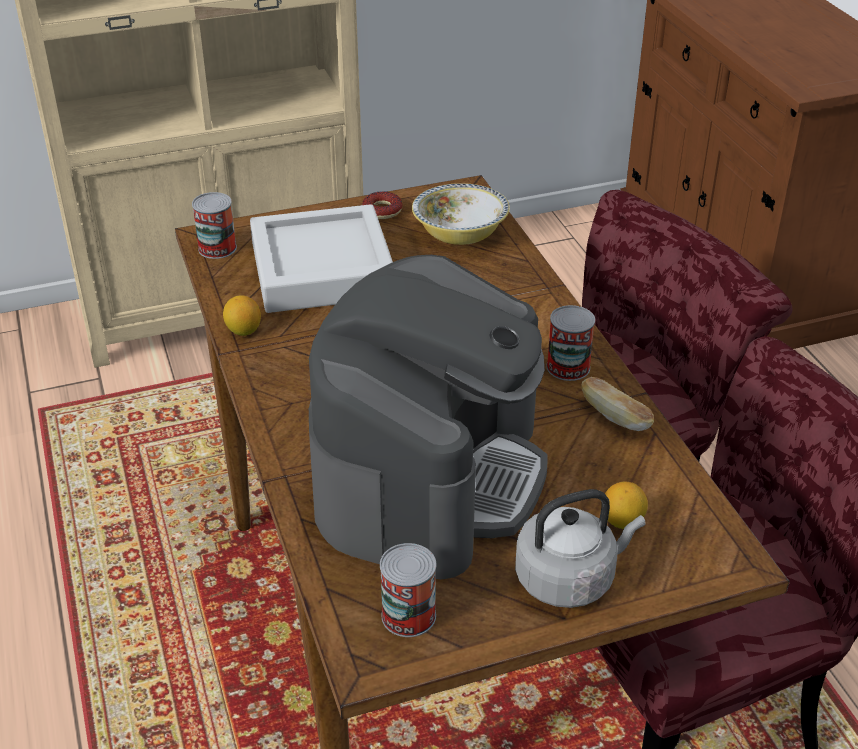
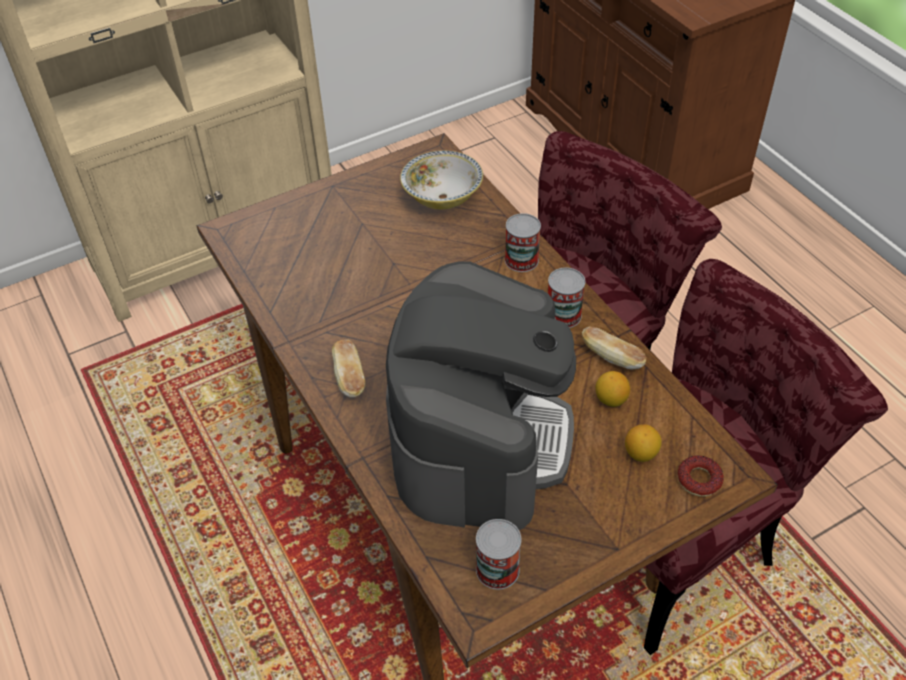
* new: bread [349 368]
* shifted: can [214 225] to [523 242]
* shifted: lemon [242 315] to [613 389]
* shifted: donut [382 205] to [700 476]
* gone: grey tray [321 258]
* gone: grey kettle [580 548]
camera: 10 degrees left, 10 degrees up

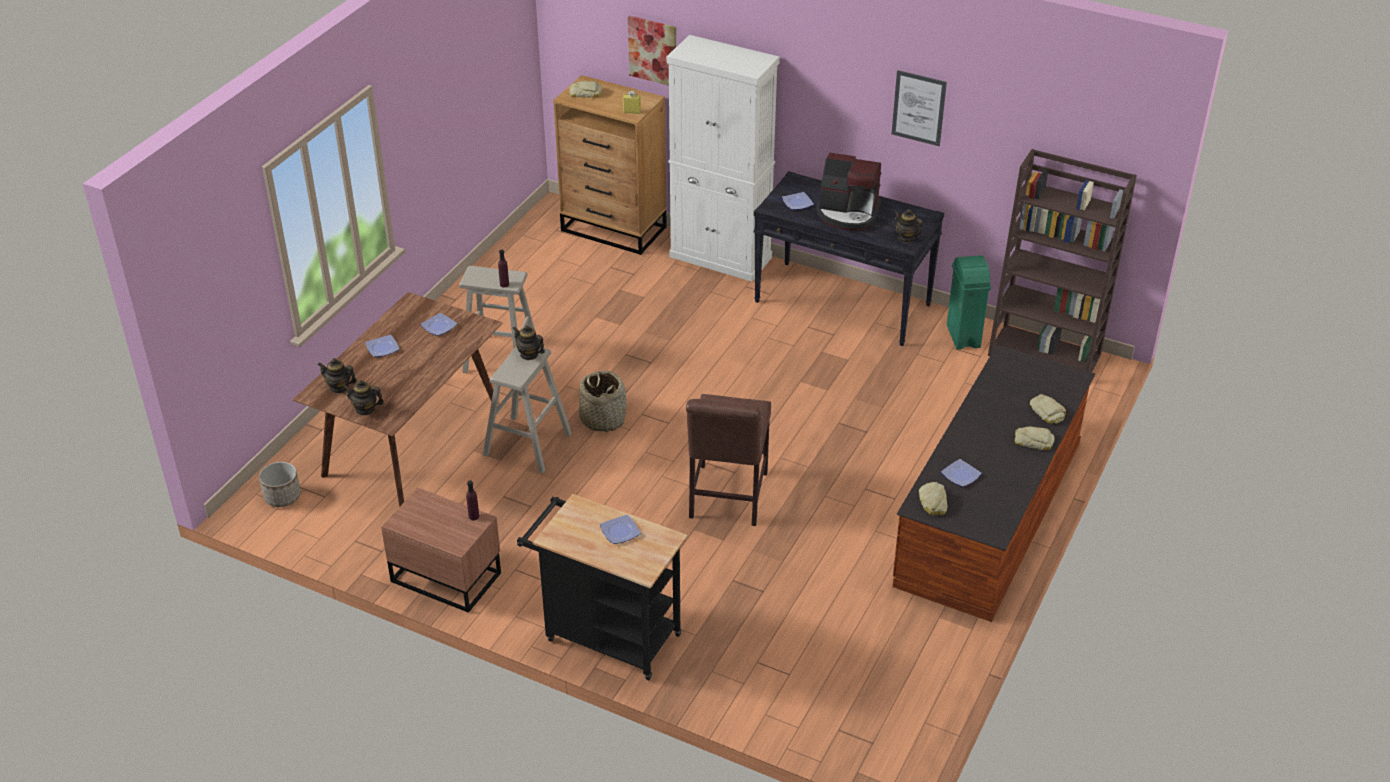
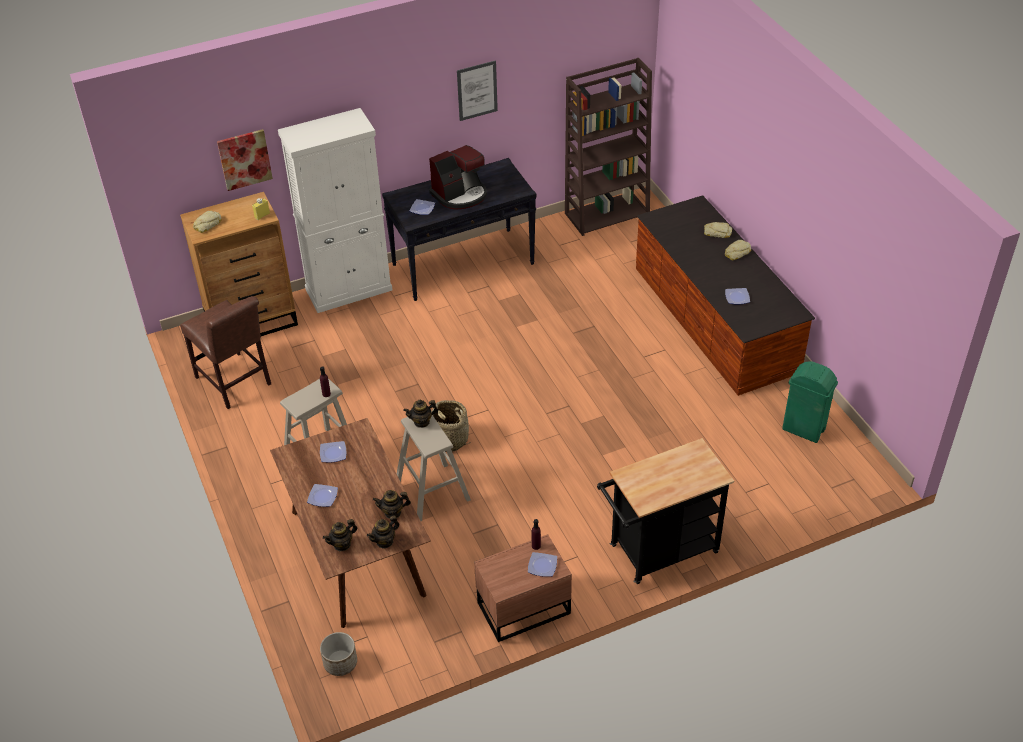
* shifted: brown chair [728 460] to [225 352]
* shifted: teapot [908 226] to [392 504]
* shifted: plate [620 529] to [542 564]
* shifted: green trash can [969 302] to [810 402]
* gone: bread [933 498]
camera: 50 degrees left, 5 degrees up

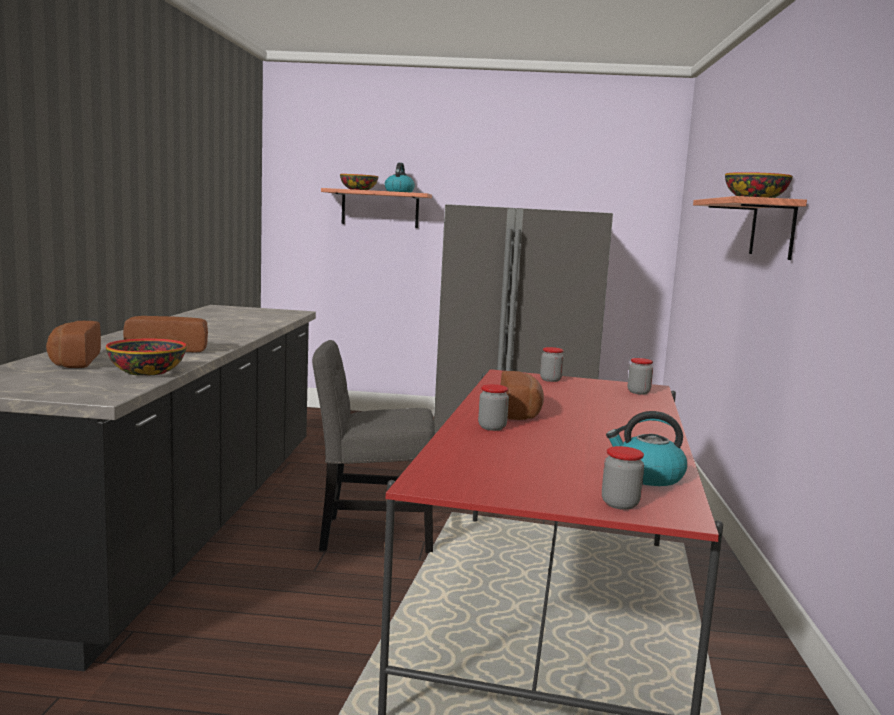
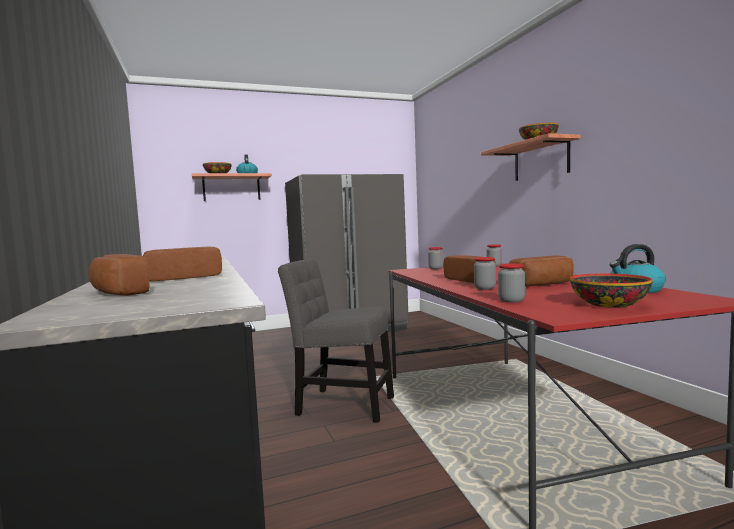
* rotated: grey chair [373 446] = [336 341] 45 degrees clockwise
* shifted: jar [623 478] to [511 283]
* new: bread [541 271]
* shifted: bowl [146 357] to [611 290]
camera: 25 degrees left, 5 degrees down

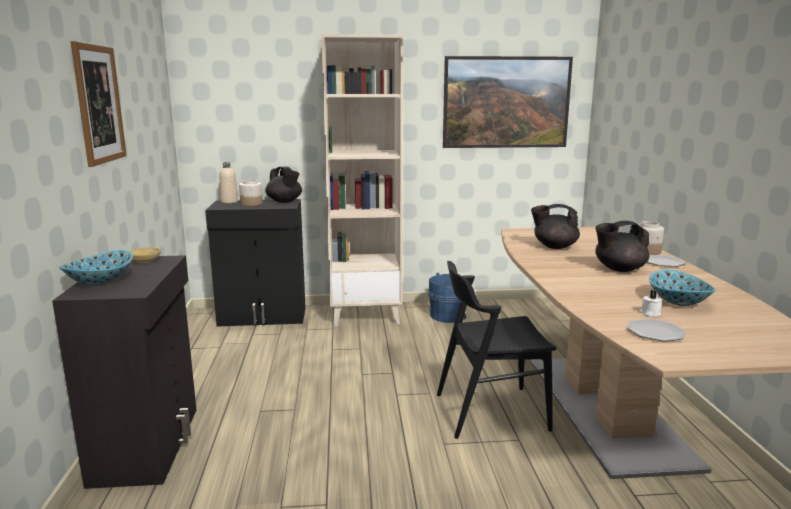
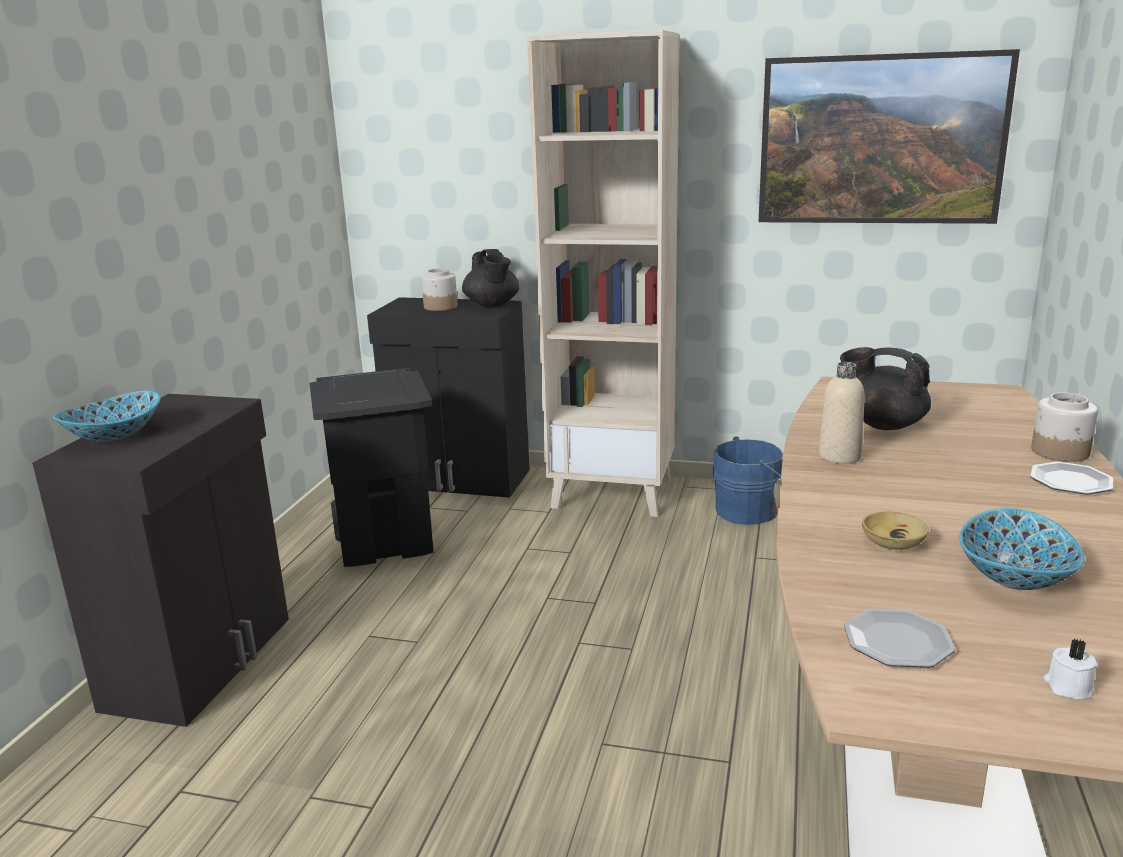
* new: black trash can [372 467]
* shifted: beige bottle [228 183] to [841 413]
* shifted: beige bowl [145 255] to [895 531]
* shifted: white candle [650 303] to [1071 668]
* gone: picture [99 104]
* gone: black chair [496 350]
* gone: black teapot [622 246]
camera: 20 degrees right, 5 degrees up

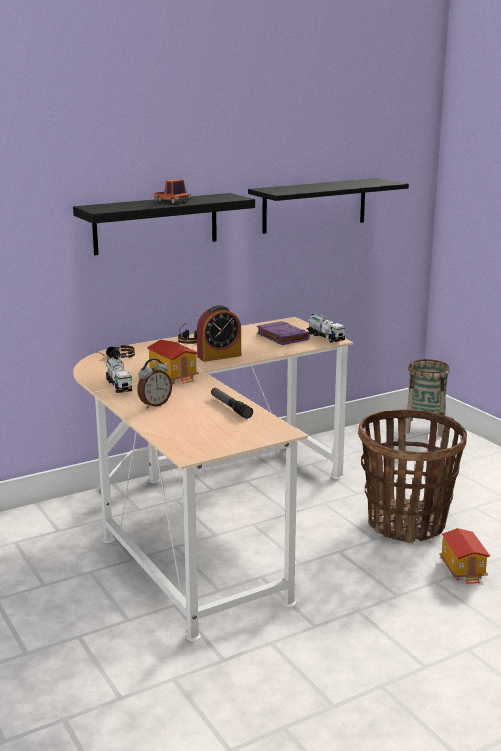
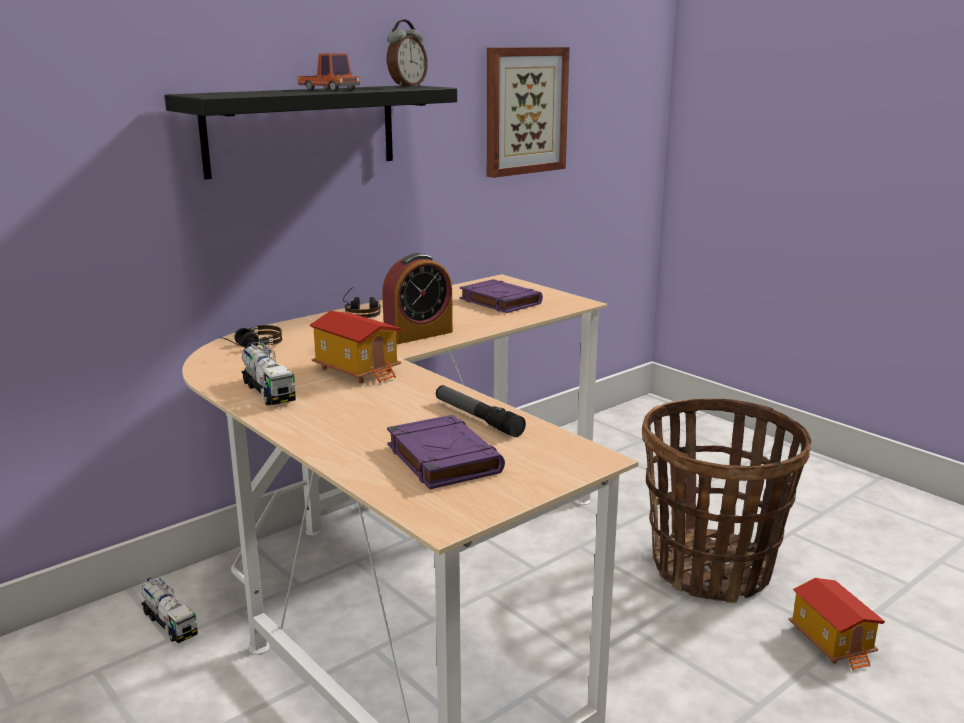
* shifted: toy truck [326 328] to [169 609]
* shifted: alarm clock [154 383] to [407 53]
* new: purple book [446 452]
* swapped: black shelf [328 206] to picture [528 112]
* gone: basket [427 398]
camera: 10 degrees left, 0 degrees up

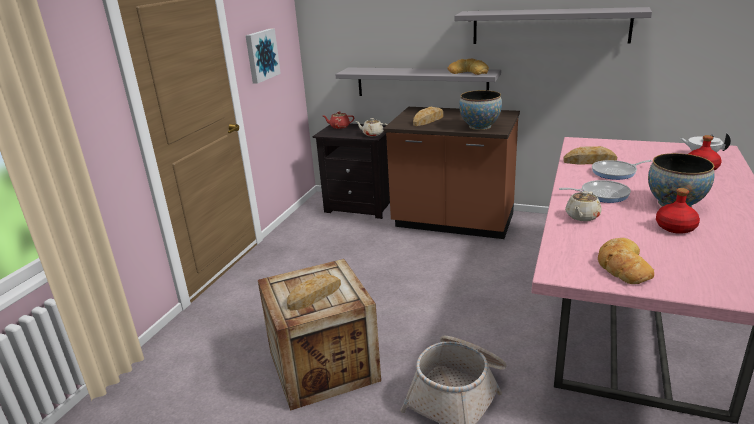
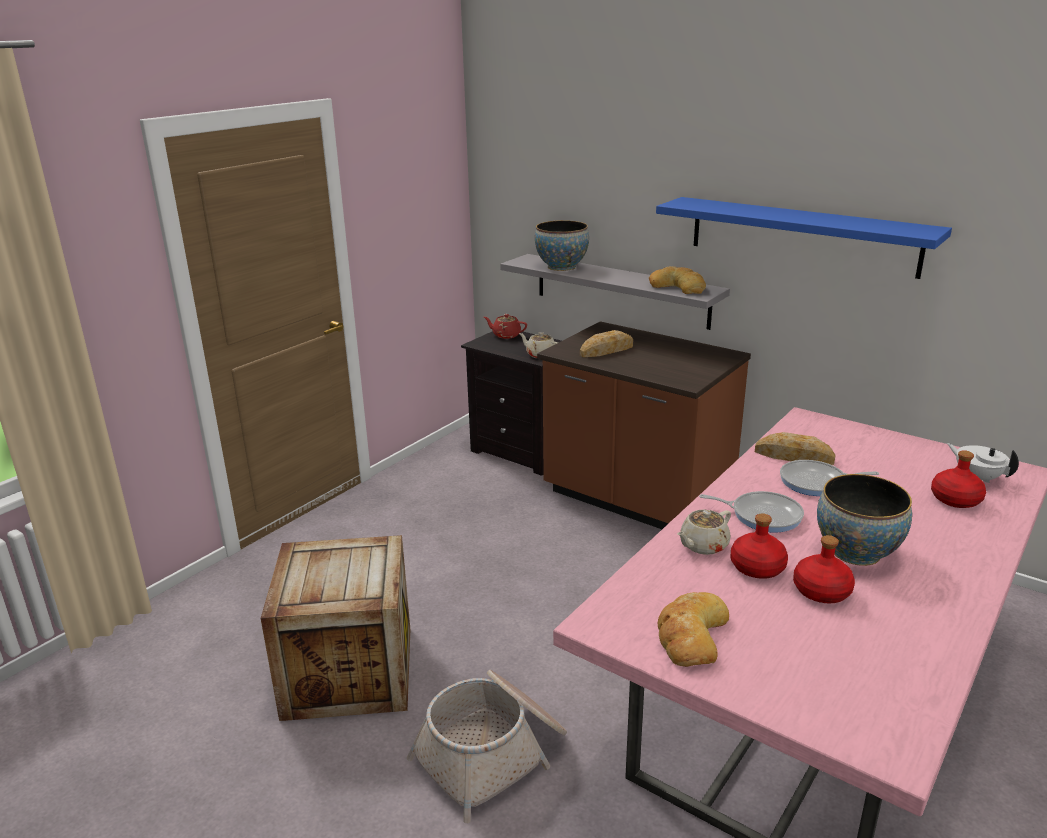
* shifted: bowl [480 110] to [562 245]
* repainted: grey shelf [553 25] to blue shelf [804 238]
* new: red bottle [759 546]
* gone: picture [263 56]
* gone: bread [314 292]
camera: 15 degrees right, 0 degrees up

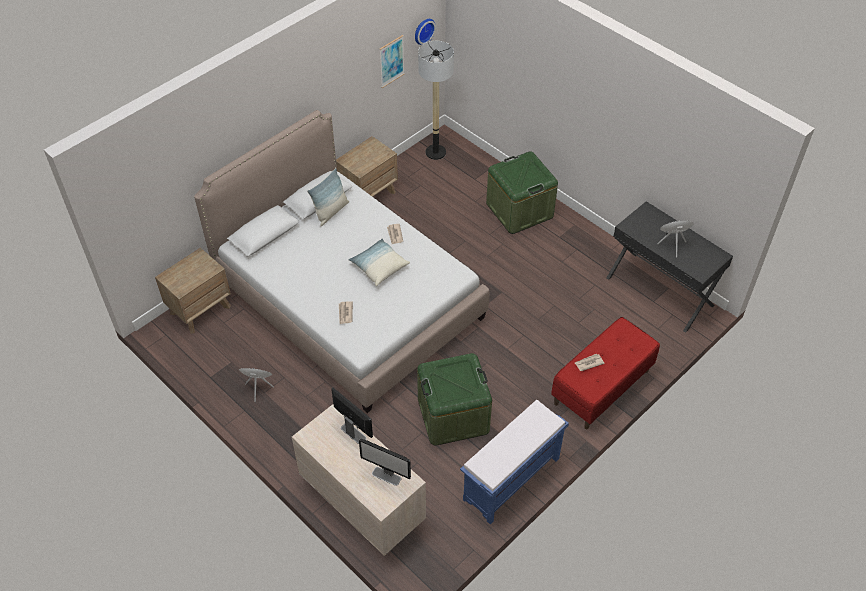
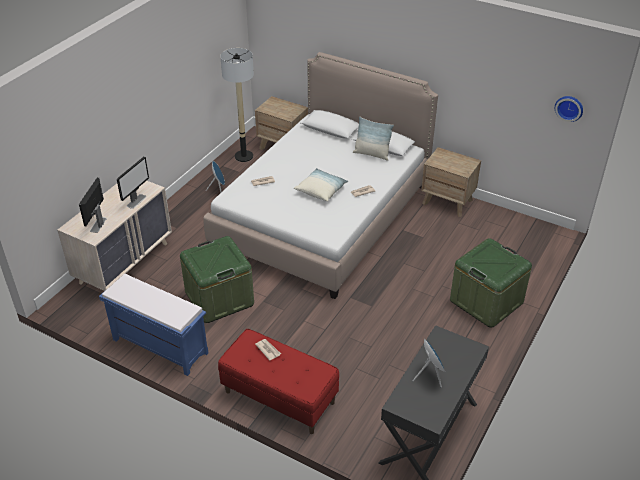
* shifted: floor lamp [436 100] to [237 105]
* gone: picture [392 61]
camera: 75 degrees right, 10 degrees down

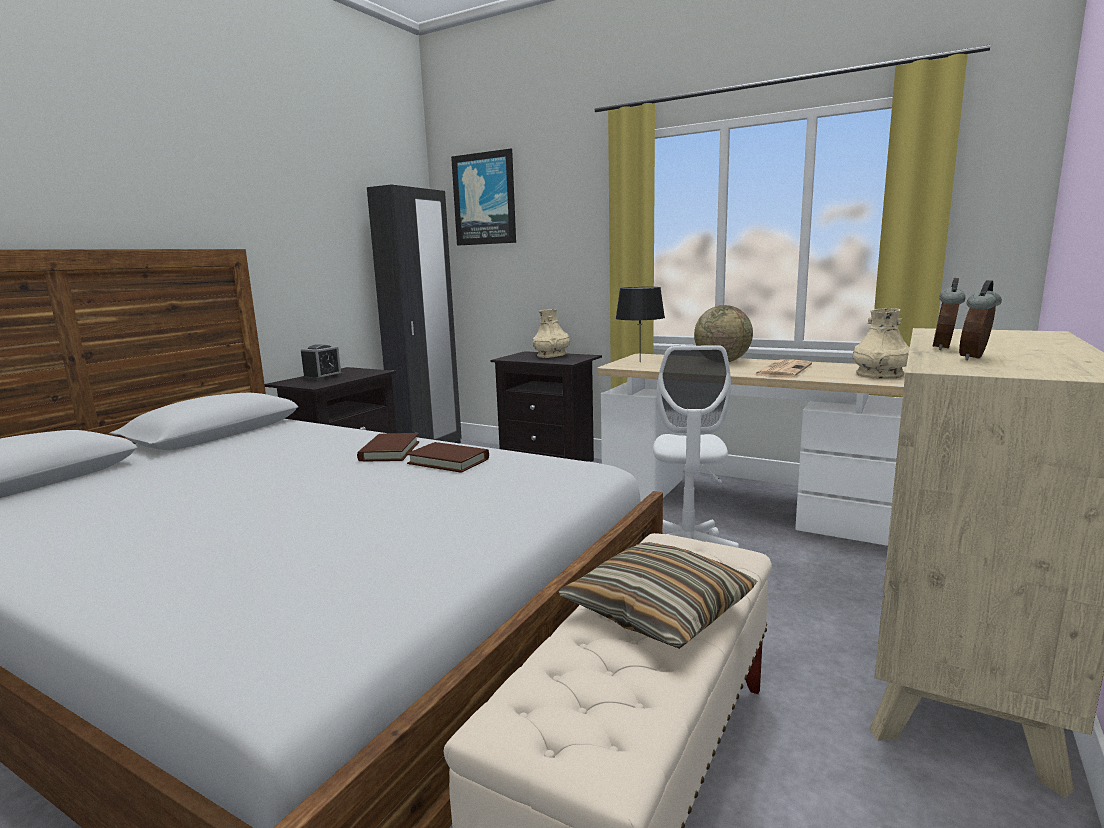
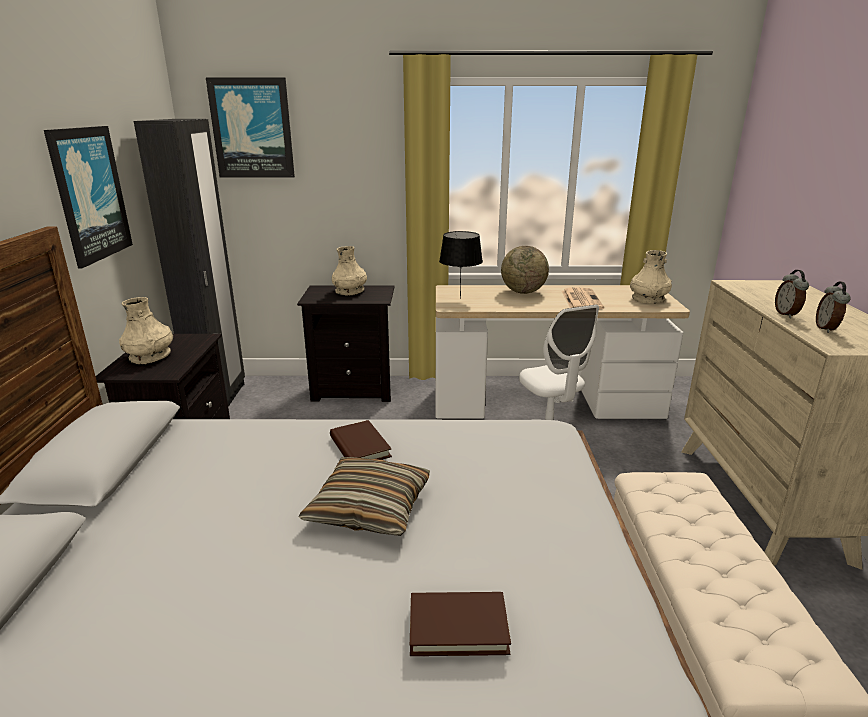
* new: picture [88 197]
* swapped: alarm clock [322 362] to beige vase [146 330]
* shifted: pillow [658 595] to [364 496]
* shifted: brown book [447 457] to [460 624]
camera: 30 degrees left, 10 degrees up

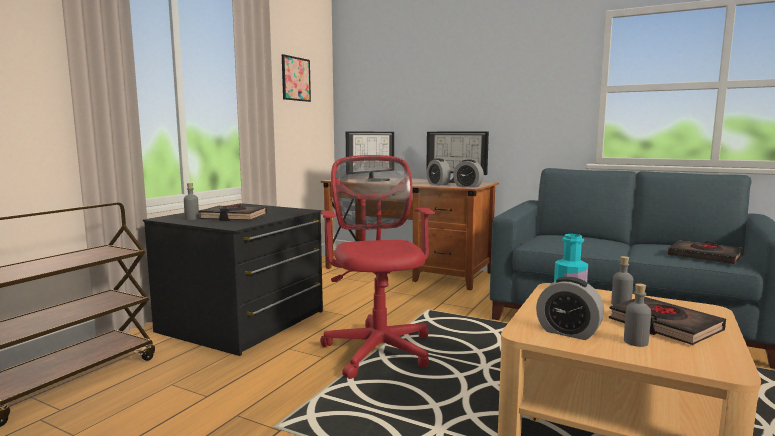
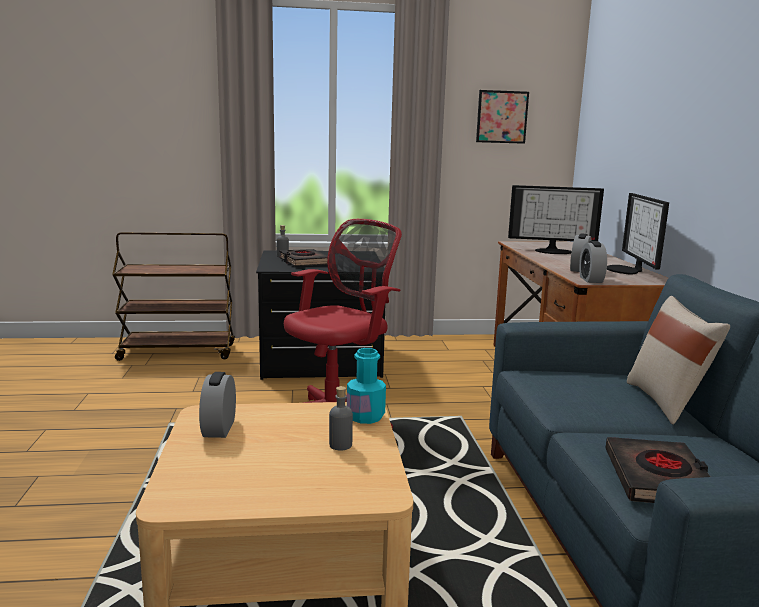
* new: beige pillow [678 360]
* gone: black book [667 321]
* gone: grey bottle [637 315]
camera: 55 degrees right, 5 degrees up

